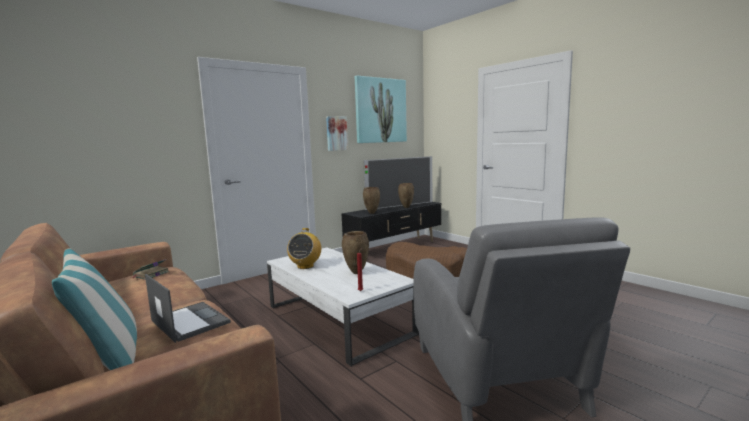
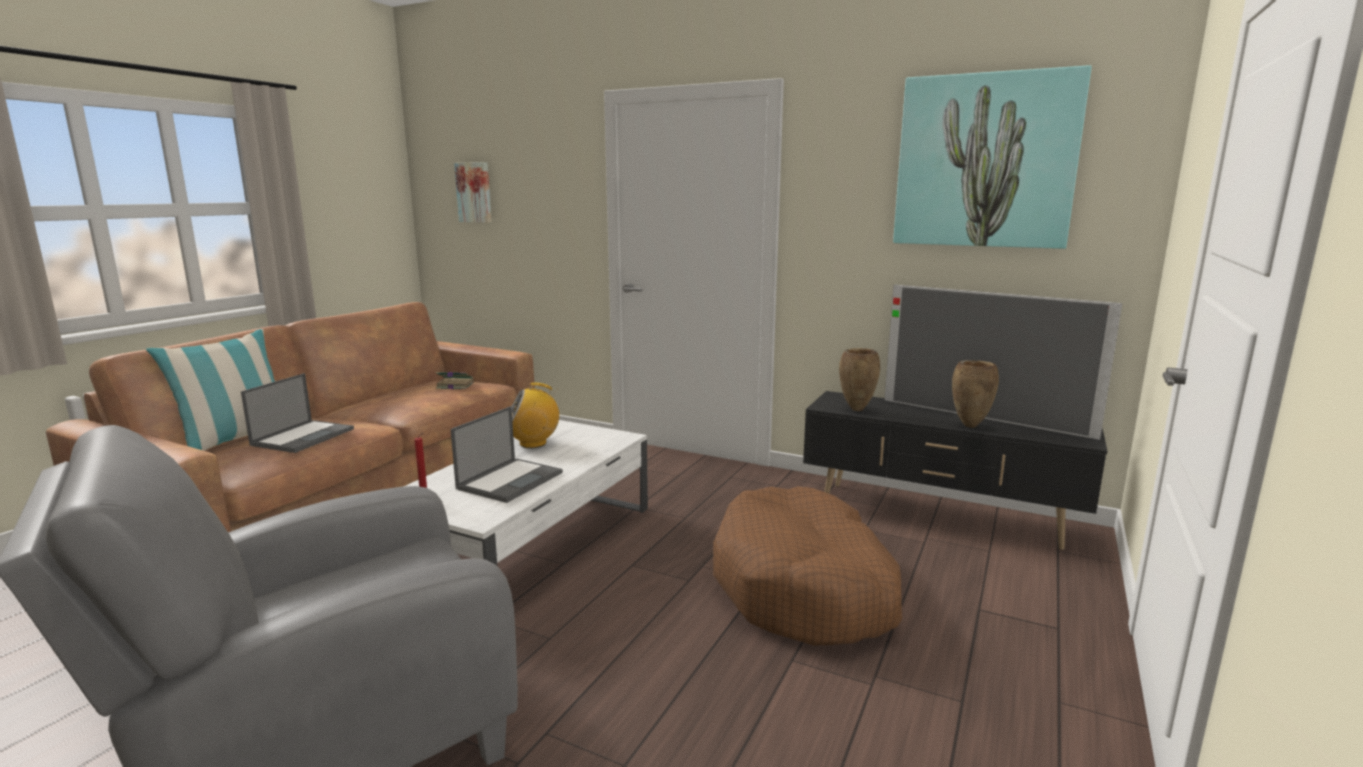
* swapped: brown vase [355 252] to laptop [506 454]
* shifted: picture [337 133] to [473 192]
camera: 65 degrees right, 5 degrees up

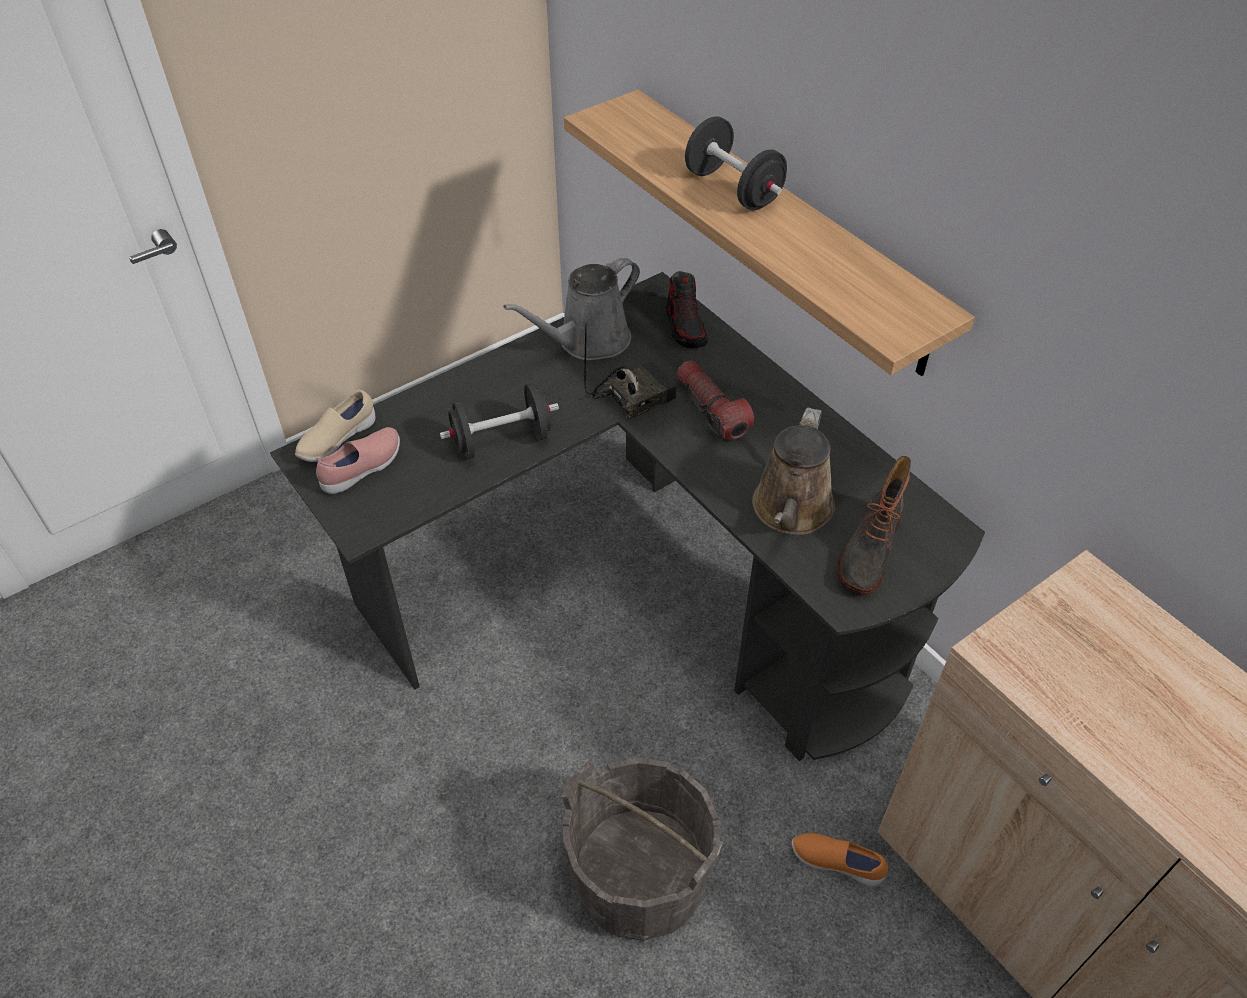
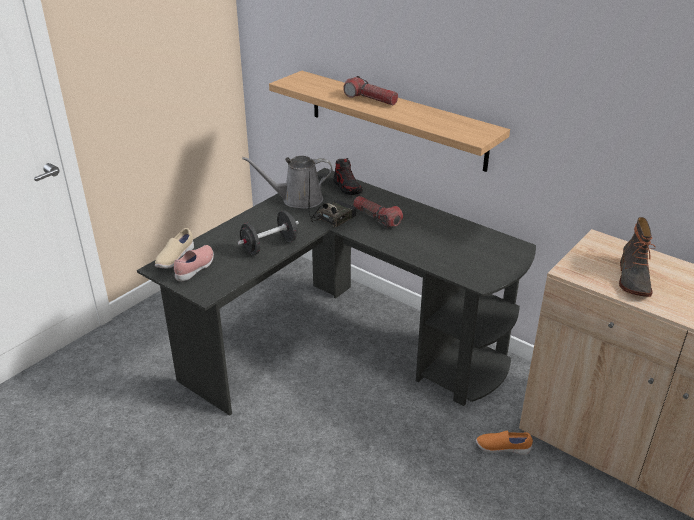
* rotated: grey watering can [571 309] = [287 182] 45 degrees clockwise
* swapped: black dumbbell [736 163] to flashlight [370 90]
* shifted: boot [874 525] to [637 257]
* gone: grey bucket [642 849]
* gone: brown watering can [793 471]
camera: 15 degrees left, 15 degrees down

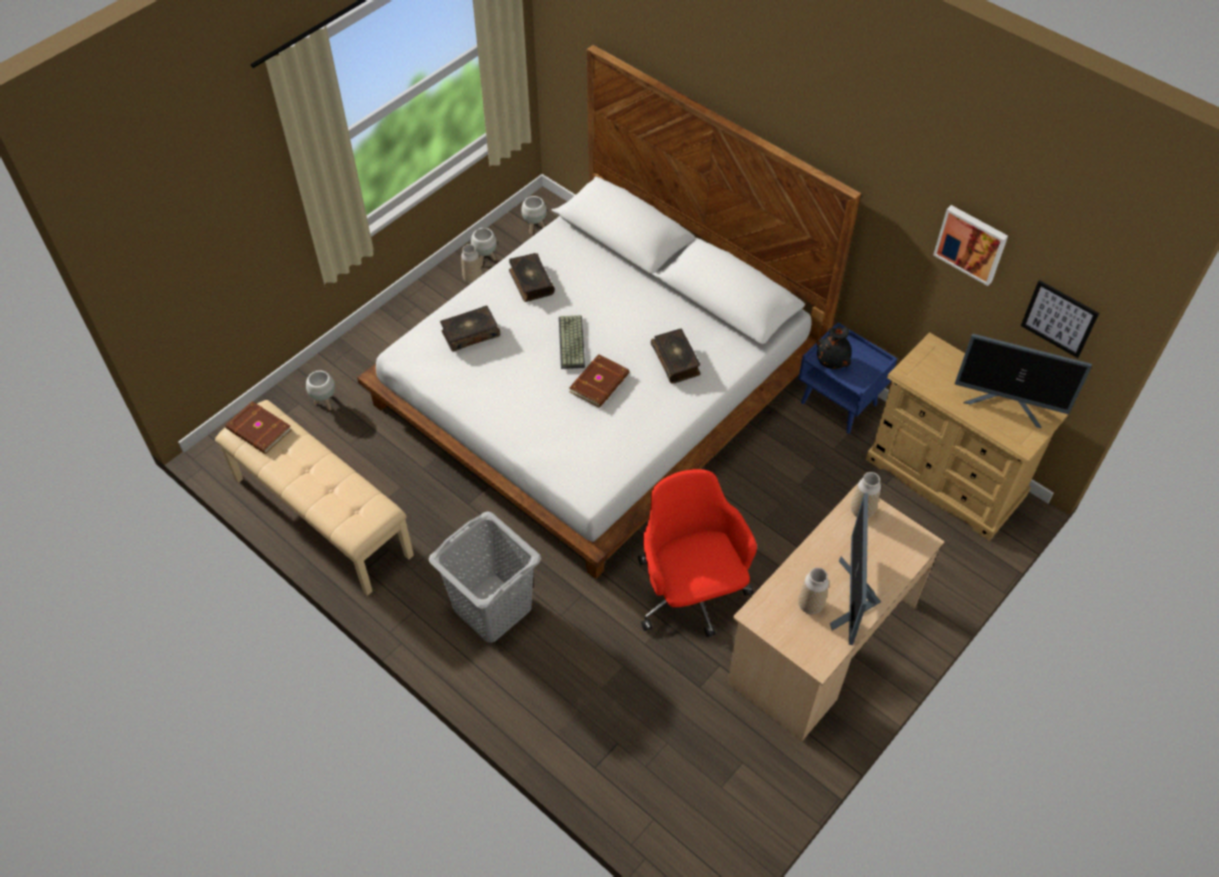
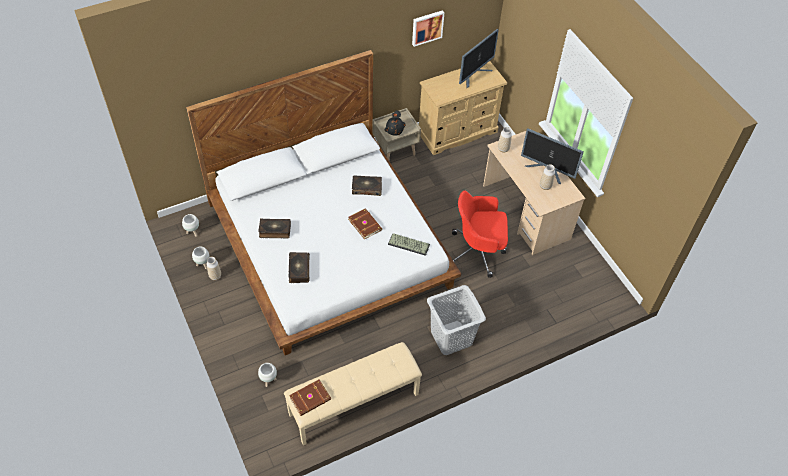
* repainted: blue nightstand [847 378] to beige nightstand [396 134]
* shifted: keyboard [572 342] to [409 244]
* gone: picture [1060 319]
camera: 70 degrees left, 0 degrees up

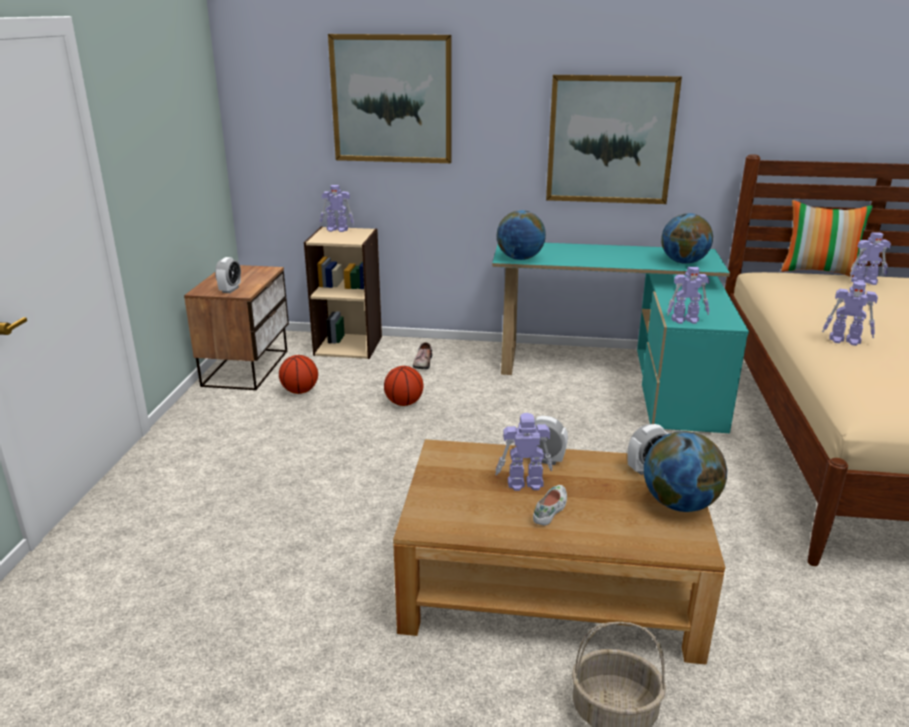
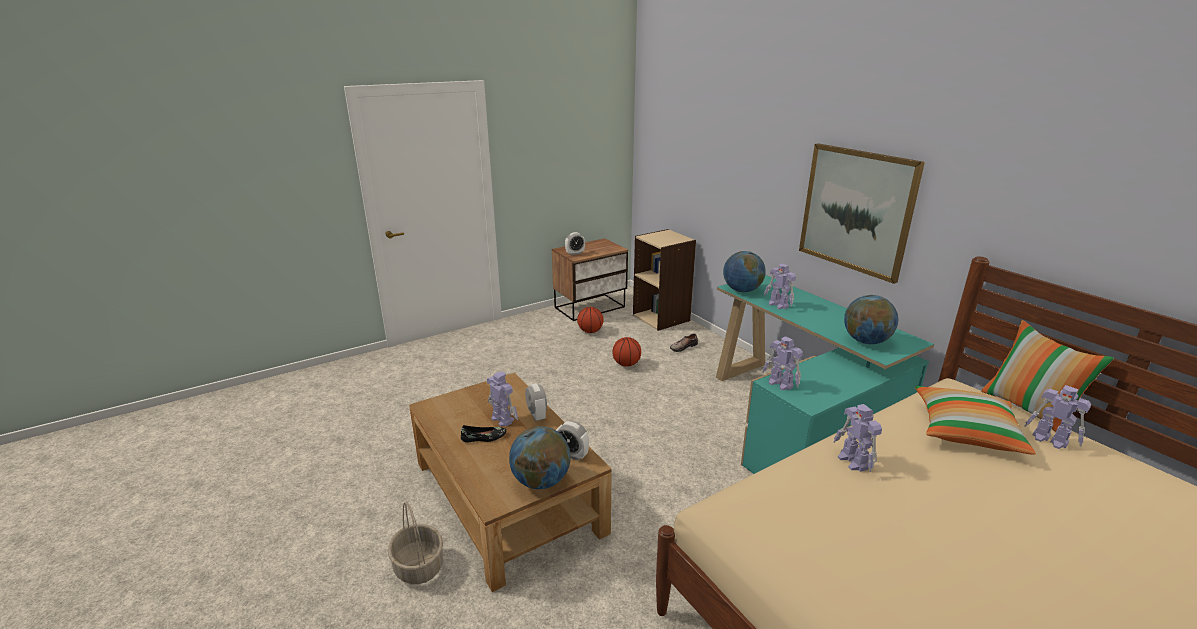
* repainted: white shoe [550 505] to black shoe [483 434]
* shifted: toy robot [337 208] to [780 286]
* new: pillow [975 420]
* gone: picture [390 98]
camera: 50 degrees right, 0 degrees up

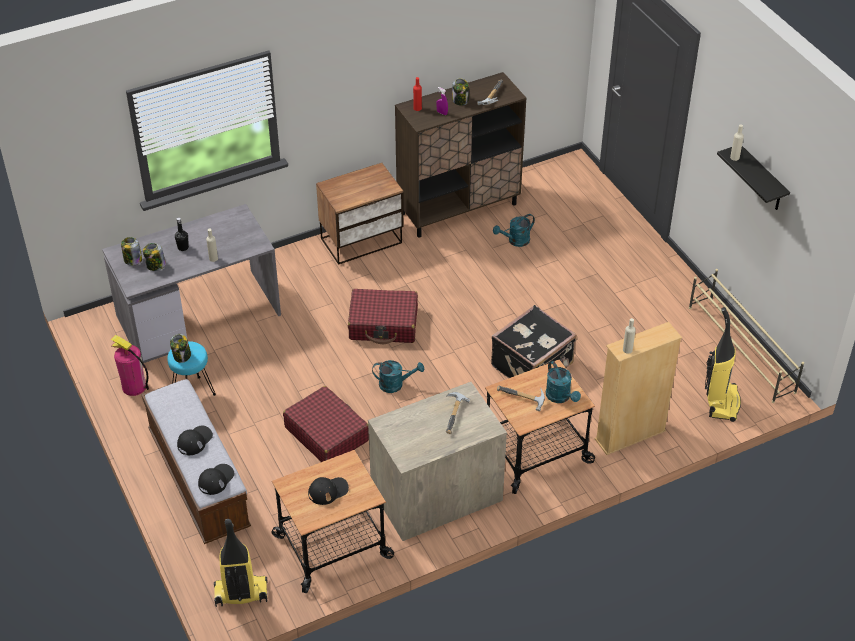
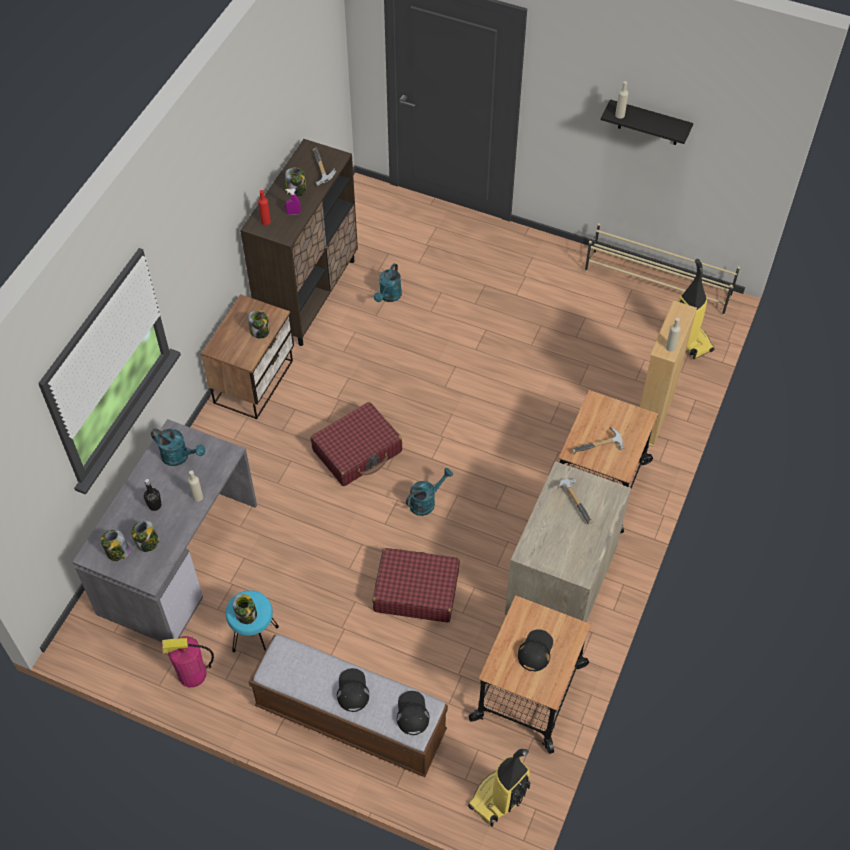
* shifted: turquoise watering can [563 382] to [178 447]
* new: jar [259 324]
* gone: black suitcase [534 341]
camera: 40 degrees left, 10 degrees up

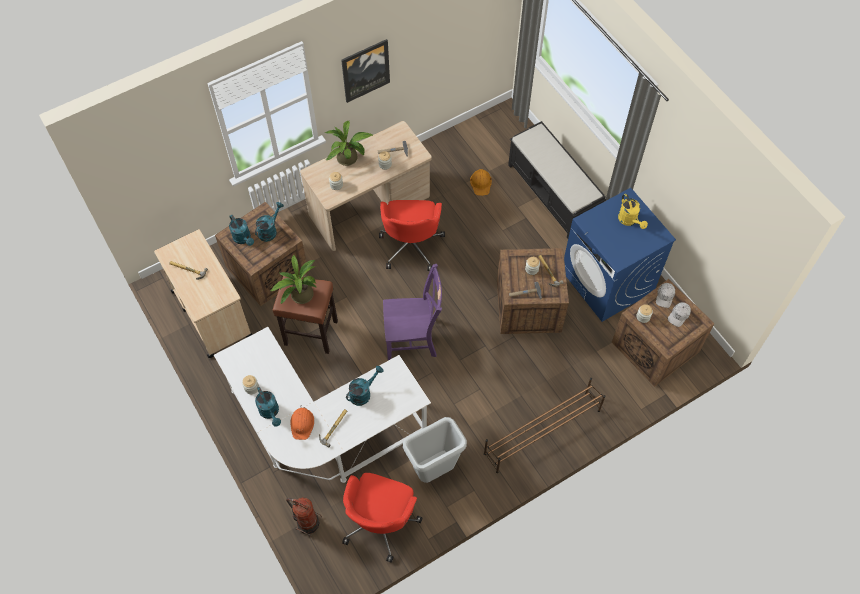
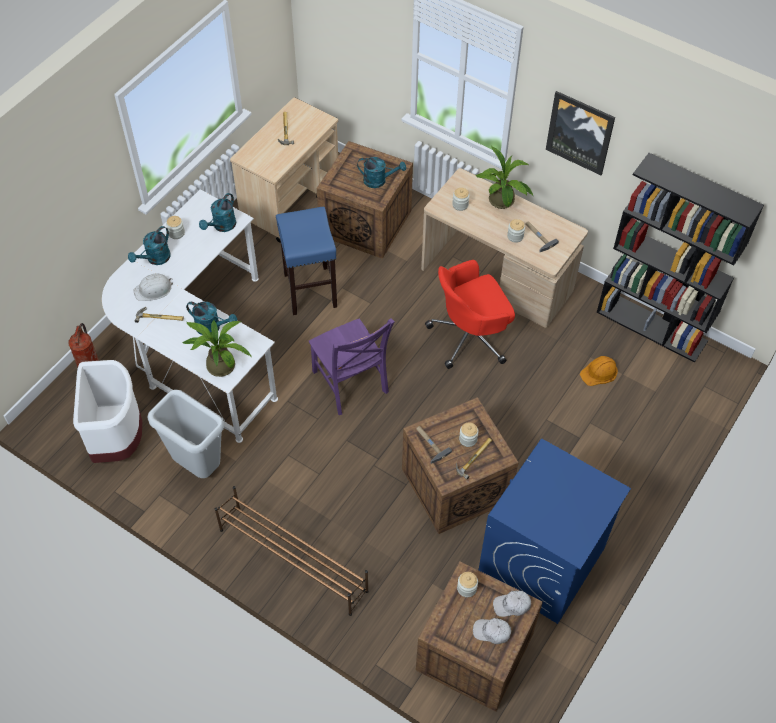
* swapped: red office chair [382 518] to white trash can [107 411]
* repainted: orange hard hat [302 422] to white hard hat [153 287]
* shifted: potted plant [293 279] to [217 348]
* shifted: turquoise watering can [241 230] to [217 212]
* repainted: brown stool [305 315] to blue stool [306 261]
* new: black bookcase [680 258]
* gone: black bench [557 180]
* gone: yellow watering can [633 211]
camera: 65 degrees right, 5 degrees down

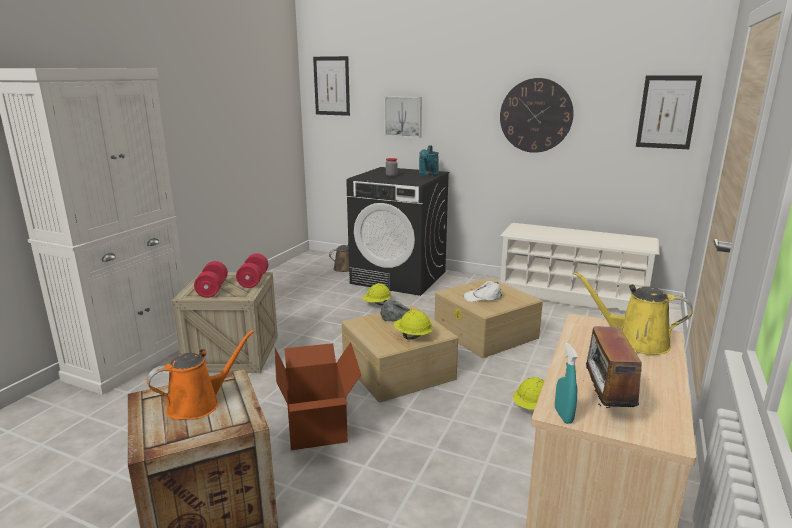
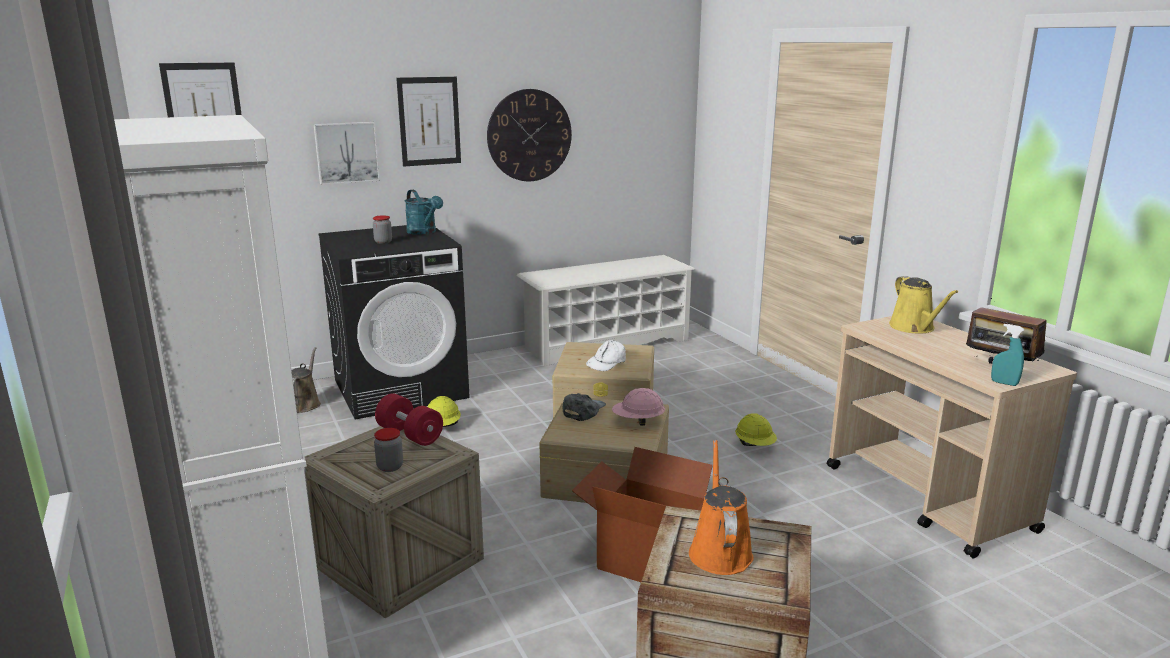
* swapped: red dumbbell [211 279] to jar [388 450]
* shifted: picture [669 112] to [428 122]
* repainted: yellow hard hat [413 325] to pink hard hat [638 407]
* rotated: yellow watering can [633 313] = [923 304] 75 degrees counterclockwise
camera: 50 degrees left, 0 degrees up

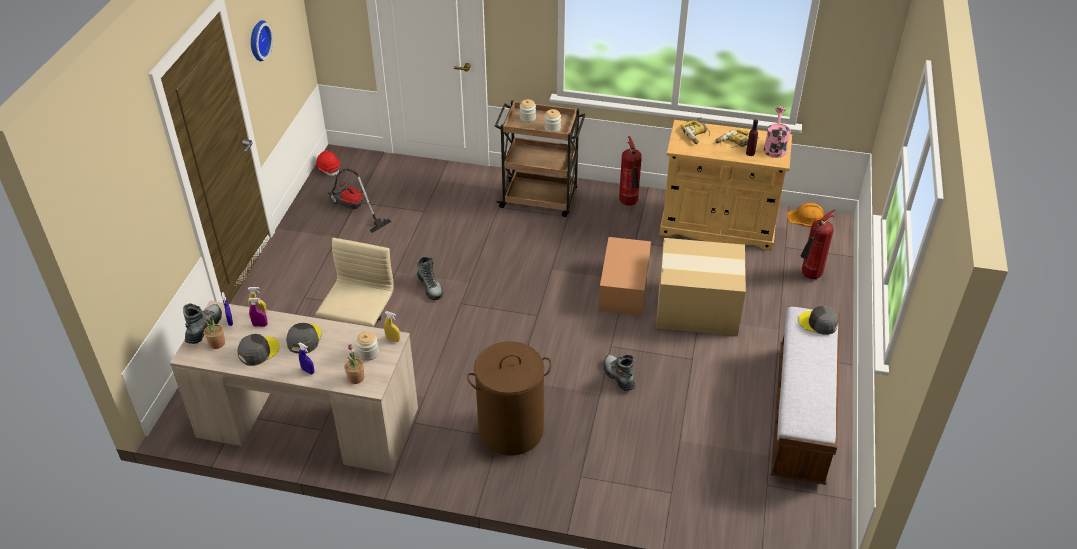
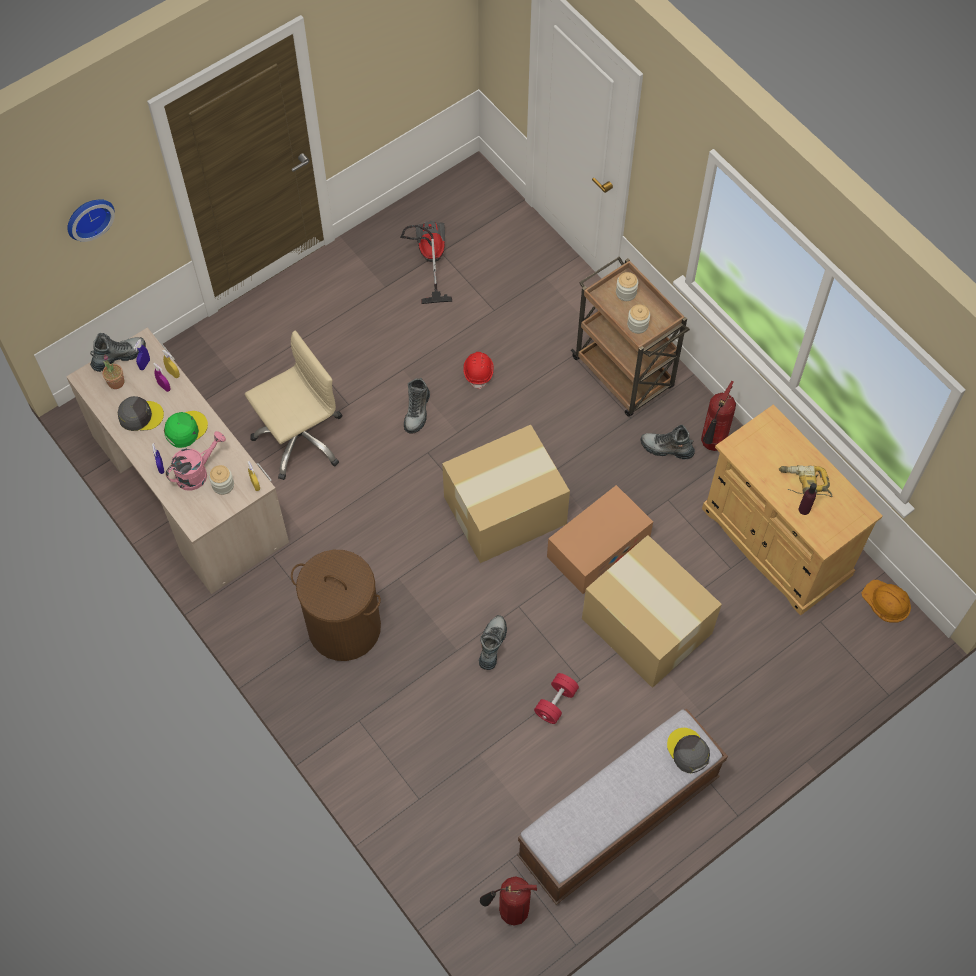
* shifted: wall clock [262 40] to [91 220]
* repainted: grey cap [304 338] to green cap [186 429]
* shifted: pink watering can [777 132] to [196 461]
* new: cardboard box [506 494]
* shifted: red hard hat [327 163] to [478 370]
* shifted: fire extinguisher [817 244] to [508 901]
* new: red dumbbell [556 698]
* new: boot [667 442]
* gone: potted plant [354 364]
* gone: power drill [695 130]
camera: 40 degrees right, 20 degrees up

